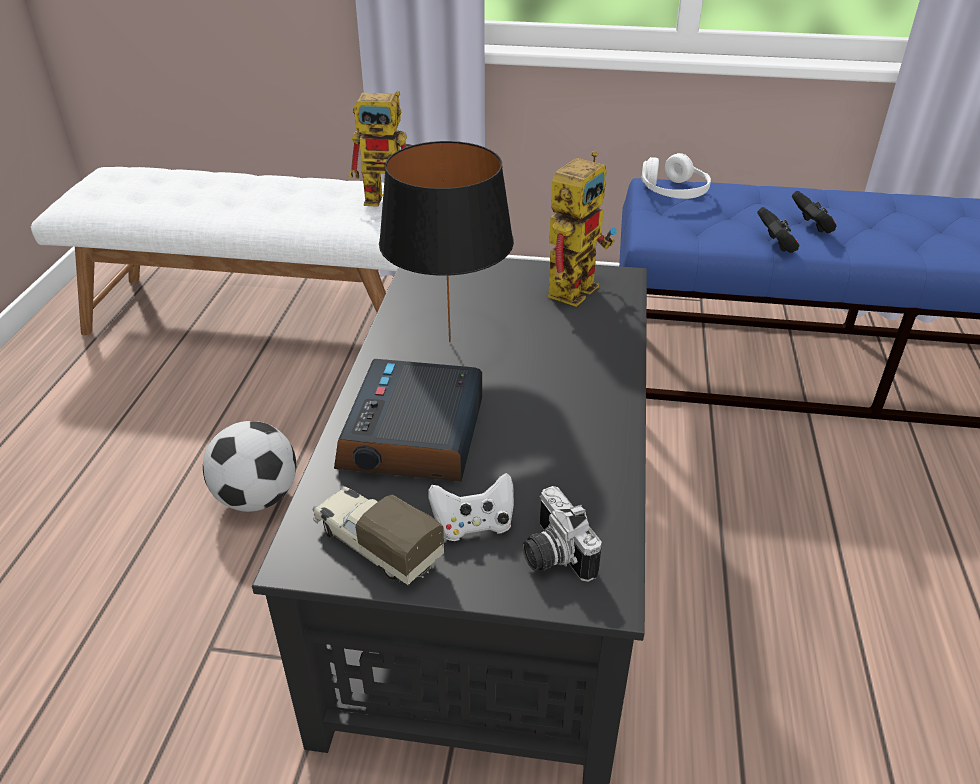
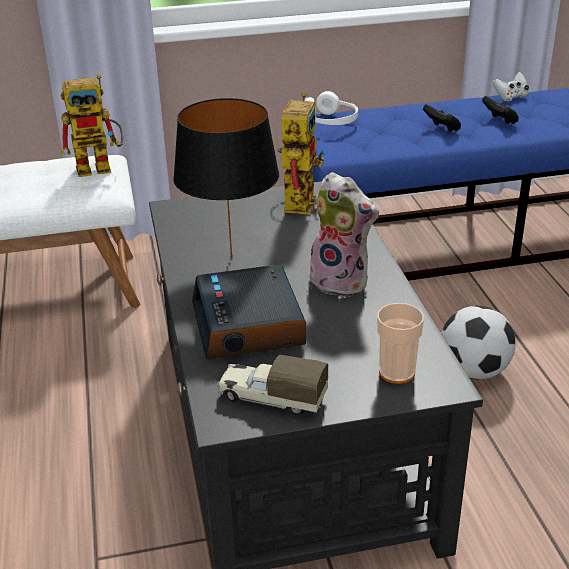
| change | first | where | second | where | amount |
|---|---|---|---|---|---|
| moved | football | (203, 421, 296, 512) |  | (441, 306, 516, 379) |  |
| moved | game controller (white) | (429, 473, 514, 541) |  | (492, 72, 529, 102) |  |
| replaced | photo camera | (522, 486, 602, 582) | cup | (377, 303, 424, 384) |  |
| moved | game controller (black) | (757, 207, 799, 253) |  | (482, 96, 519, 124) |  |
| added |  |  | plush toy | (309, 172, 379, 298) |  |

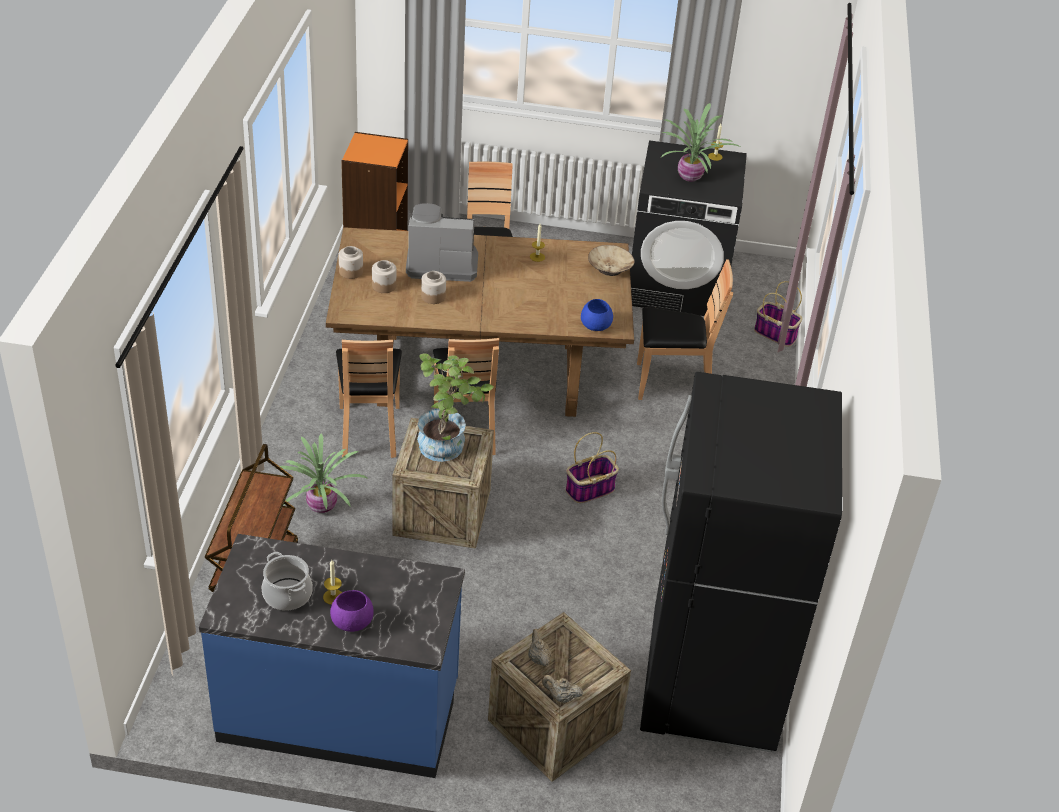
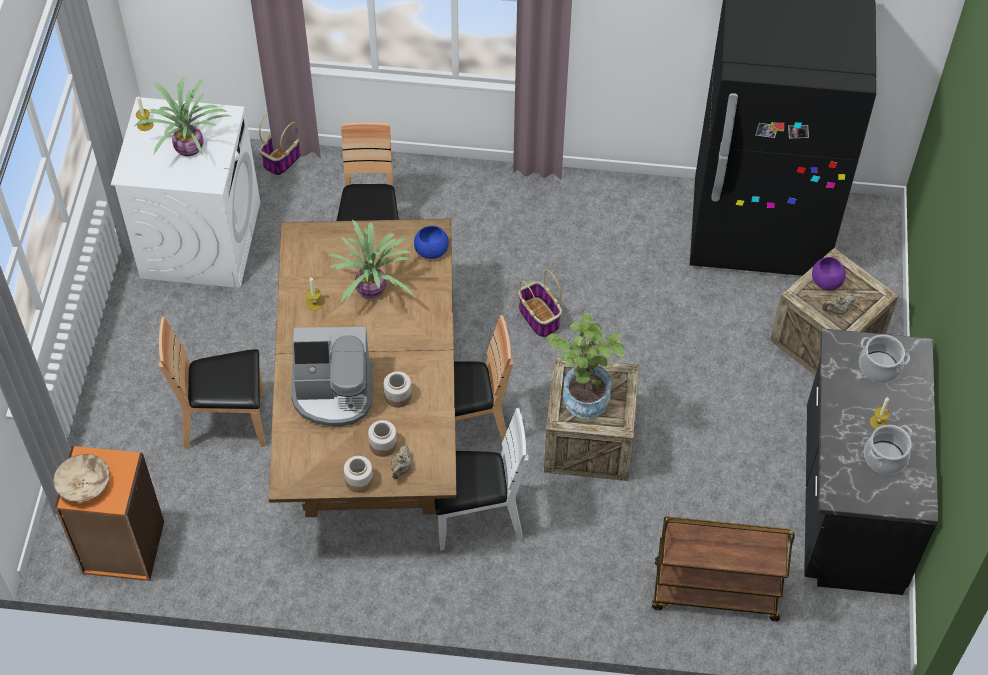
| change | first | where | second | where | amount |
|---|---|---|---|---|---|
| recoloured | counter (blue) | (199, 534, 465, 778) | counter (black) | (804, 328, 939, 595) |  |
| moved | potted plant | (280, 434, 368, 513) |  | (327, 219, 414, 302) |  |
| moved | bowl (purple) | (330, 590, 374, 632) |  | (812, 257, 846, 290) |  |
| recoloured | chair (brown) | (336, 340, 402, 458) | chair (white) | (434, 408, 528, 550) |  |
| turned | coffee machine | (406, 203, 478, 282) |  | (291, 327, 373, 427) | 90 degrees counterclockwise |
| moved | teapot (beige) | (542, 675, 583, 703) |  | (391, 445, 412, 479) |  |
| moved | bowl (beige) | (588, 245, 634, 276) |  | (53, 454, 110, 502) |  |
| recoloured | washing machine (black) | (630, 140, 747, 316) | washing machine (white) | (111, 97, 260, 288) |  |
| added |  |  | cooking pot | (859, 335, 910, 383) |  |

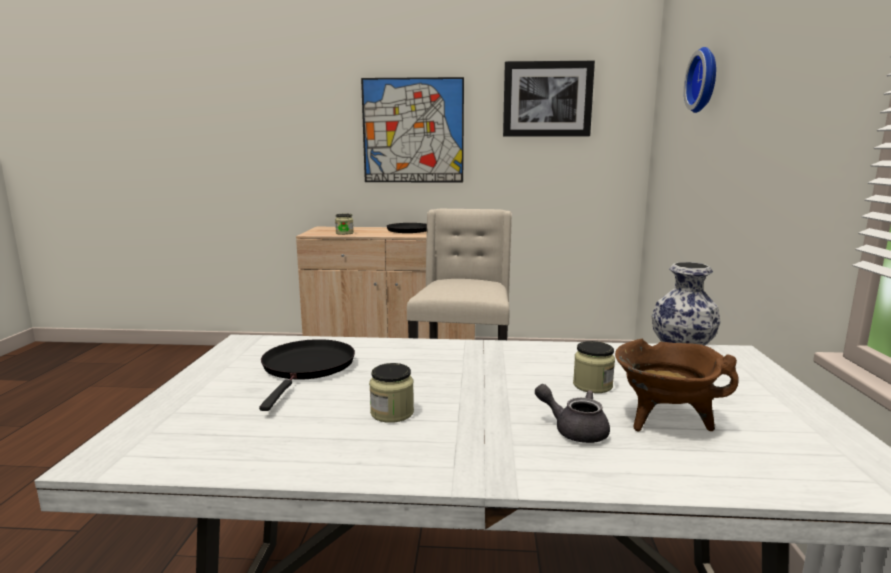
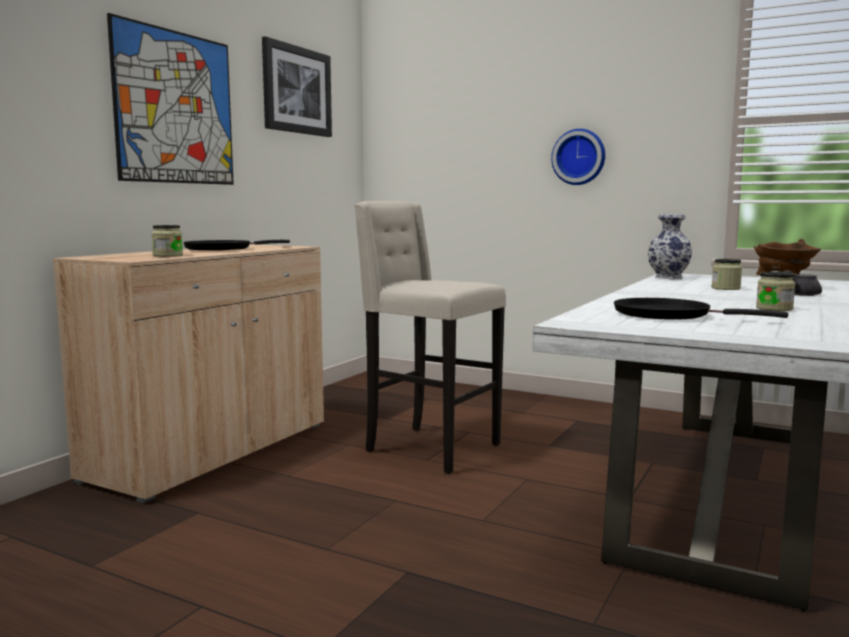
| change | first | where | second | where | amount |
|---|---|---|---|---|---|
| moved | wall clock | (684, 47, 716, 113) |  | (551, 129, 605, 185) |  |

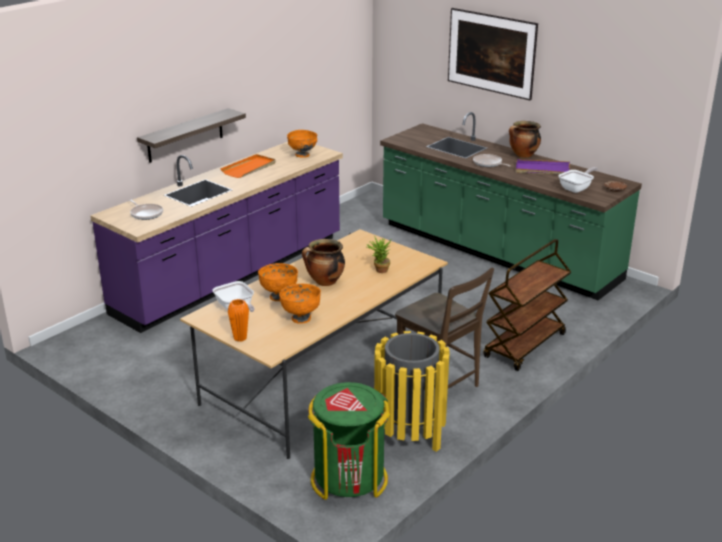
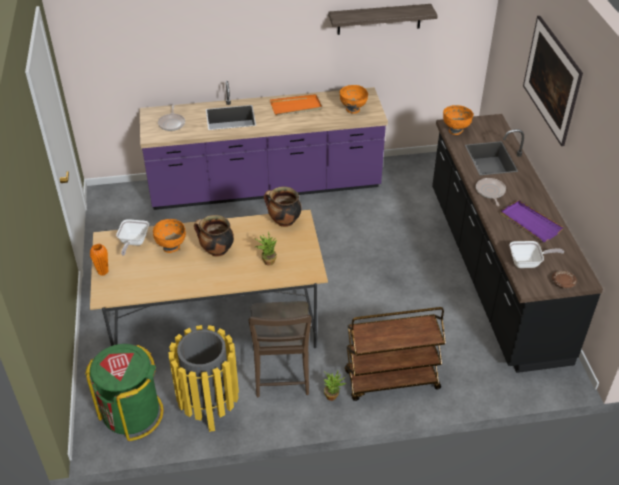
| change | first | where | second | where | amount |
|---|---|---|---|---|---|
| moved | shelf | (137, 108, 246, 163) |  | (328, 4, 438, 35) |  |
| moved | bowl (orange) | (279, 284, 321, 324) |  | (443, 105, 473, 135) |  |
| recoloured | counter (green) | (380, 112, 642, 300) | counter (black) | (432, 114, 603, 373) |  |
| moved | cooking pot | (509, 121, 541, 158) |  | (264, 187, 301, 227) |  |
| added |  |  | potted plant | (324, 371, 346, 401) |  |

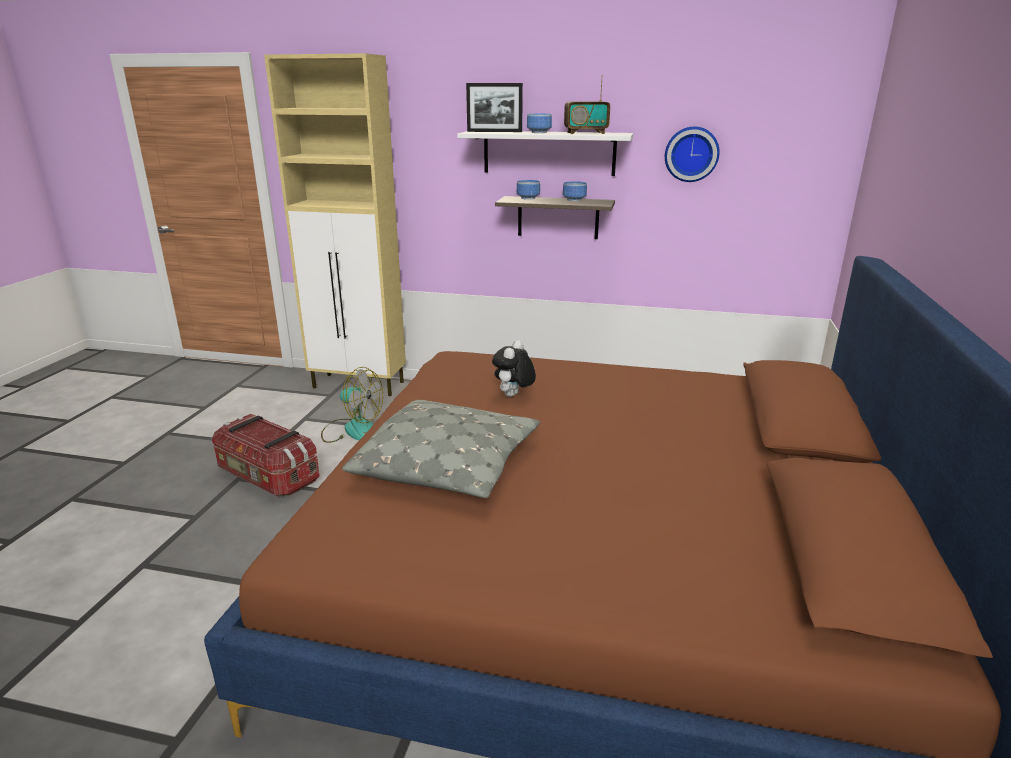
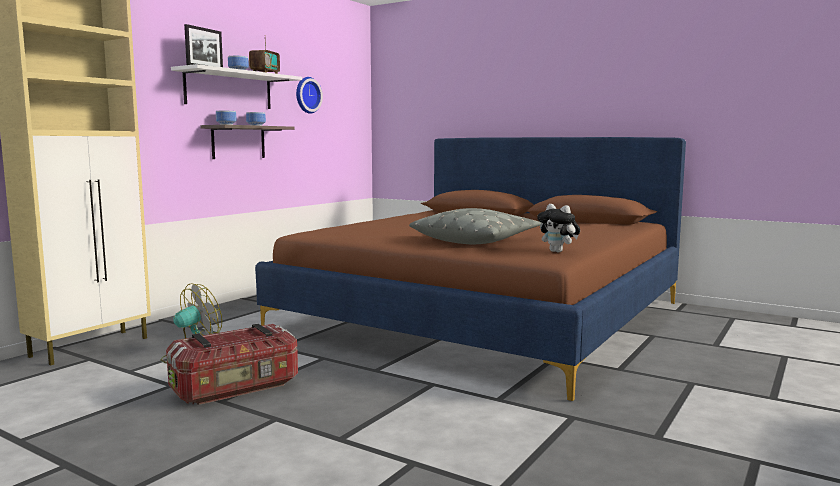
| change | first | where | second | where | amount |
|---|---|---|---|---|---|
| moved | plush toy | (492, 340, 536, 397) |  | (537, 204, 580, 252) |  |

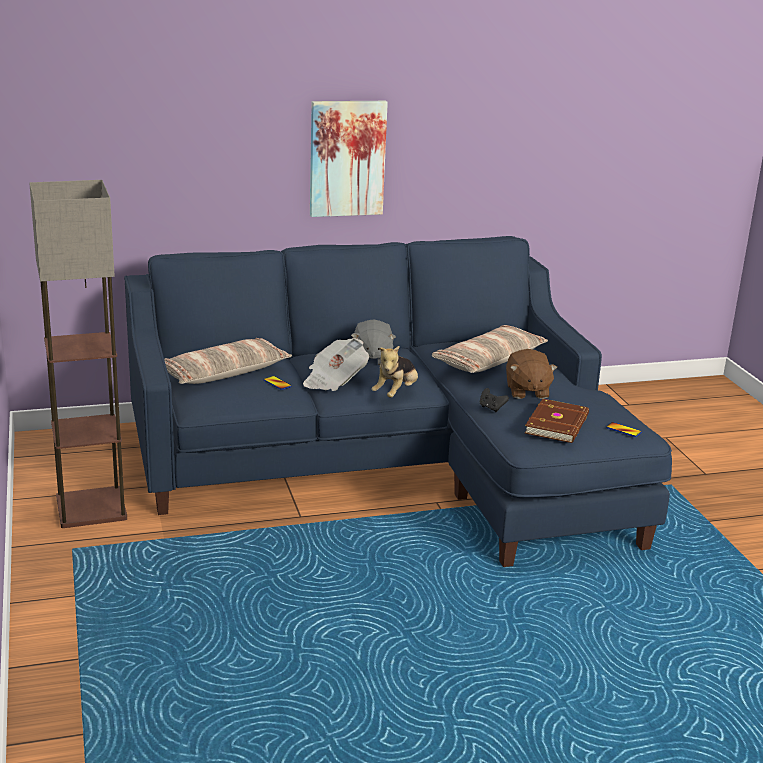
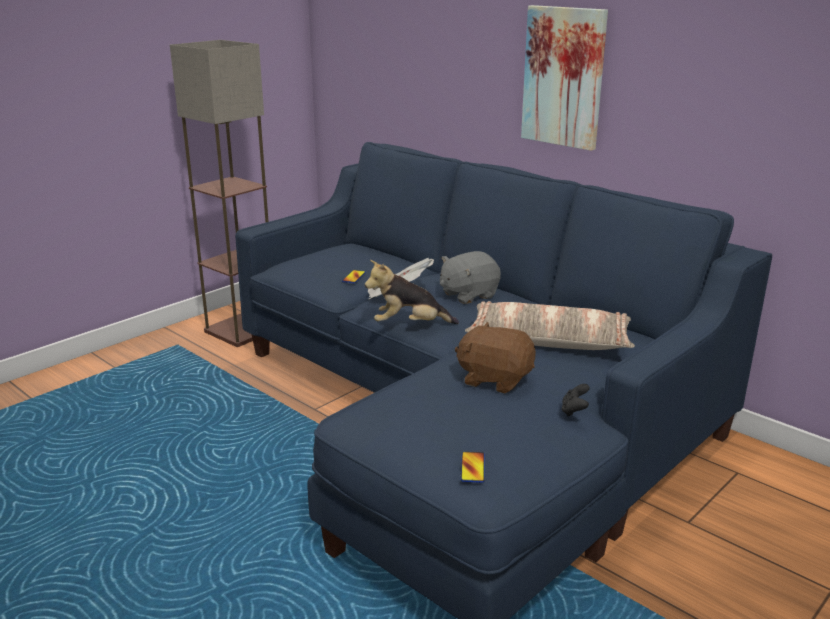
| change | first | where | second | where | amount |
|---|---|---|---|---|---|
| removed | pillow | (164, 338, 292, 384) |  |  |  |
| moved | game controller (black) | (480, 388, 509, 412) |  | (561, 384, 590, 416) |  |
| turned | plush toy (brown) | (506, 349, 558, 399) |  | (455, 322, 536, 394) | 60 degrees clockwise |
| removed | book (brown) | (525, 399, 589, 443) |  |  |  |

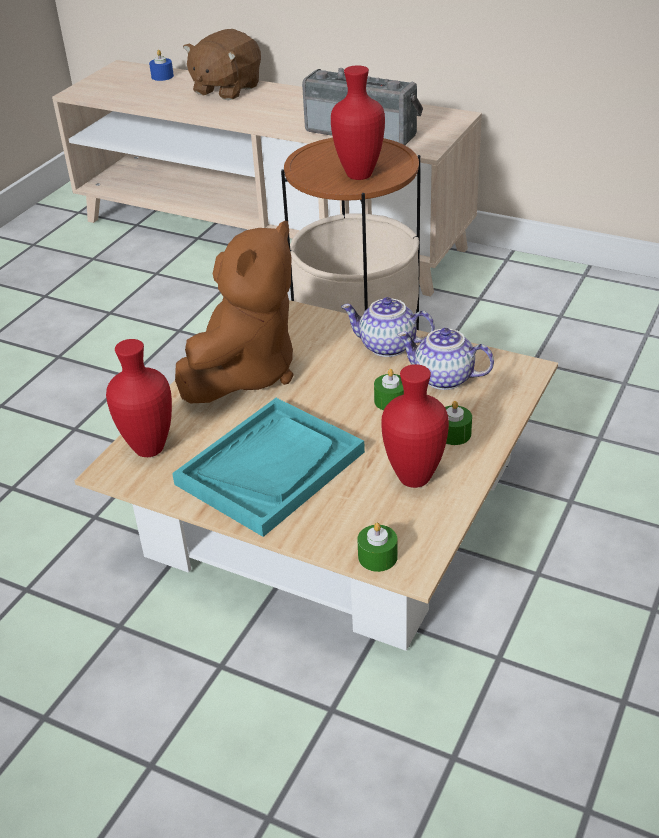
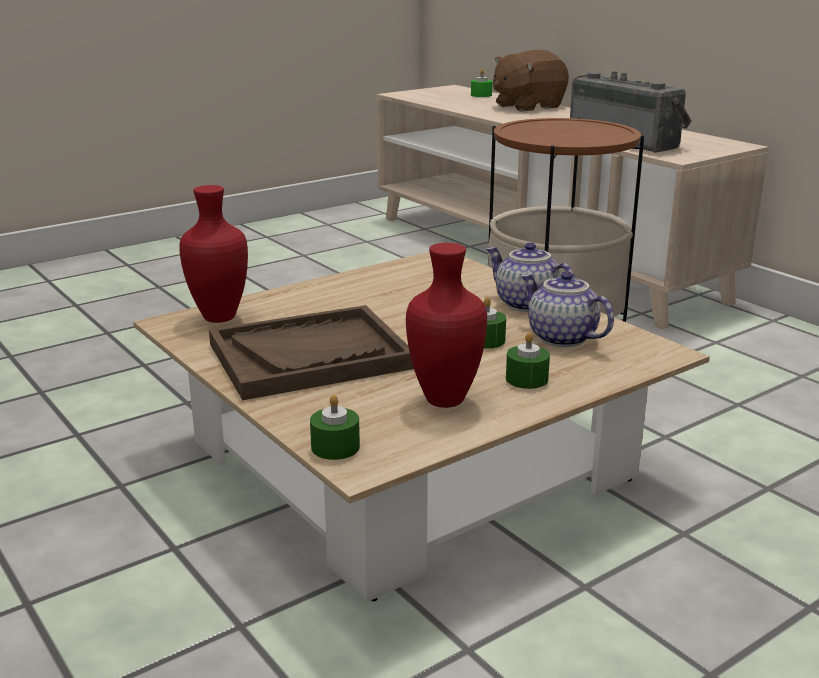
| change | first | where | second | where | amount |
|---|---|---|---|---|---|
| recoloured | candle (blue) | (149, 50, 174, 81) | candle (green) | (471, 69, 493, 97) |  |
| recoloured | tray (turquoise) | (172, 398, 365, 537) | tray (brown) | (209, 305, 414, 400) |  |
| removed | plush toy (brown) | (175, 221, 294, 403) |  |  |  |
| removed | vase (red) | (331, 65, 385, 180) |  |  |  |

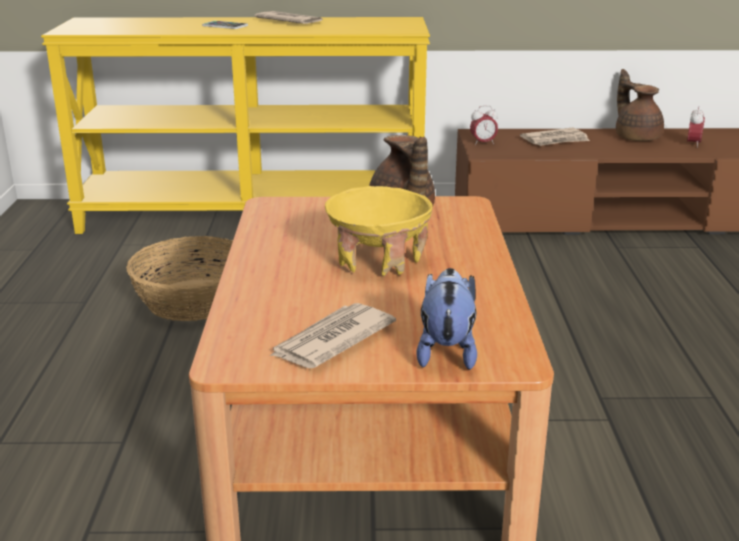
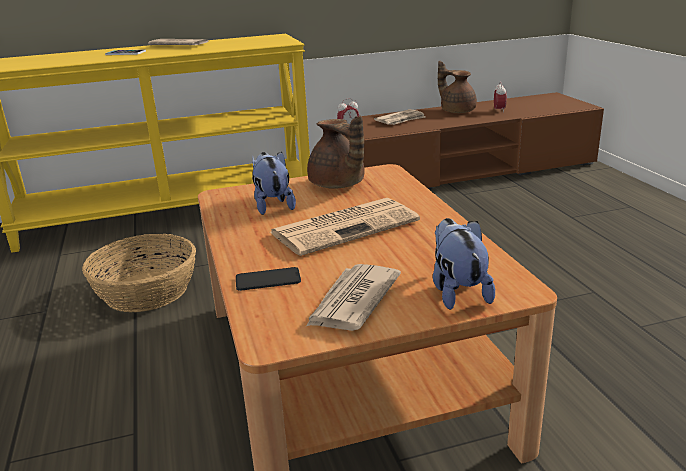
| change | first | where | second | where | amount |
|---|---|---|---|---|---|
| replaced | bowl (yellow) | (325, 186, 433, 276) | newspaper | (270, 198, 420, 256) |  |
| added |  |  | phone | (236, 267, 301, 291) |  |
| added |  |  | plush toy | (252, 151, 296, 215) |  |

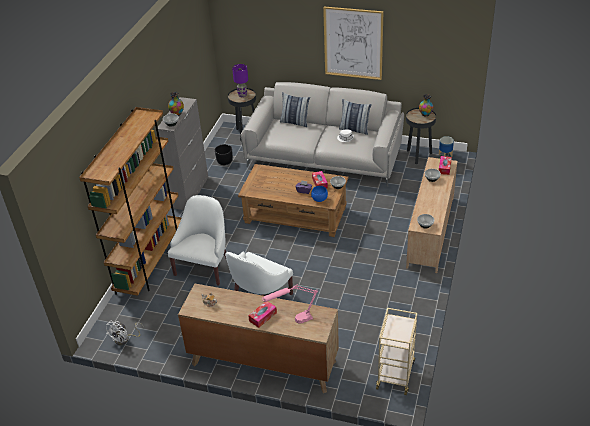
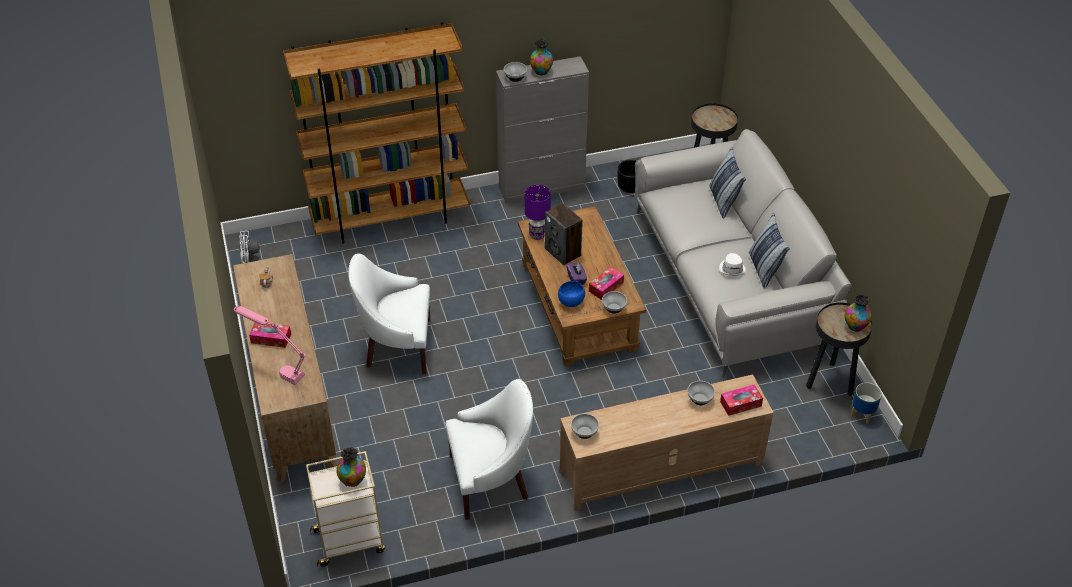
| change | first | where | second | where | amount |
|---|---|---|---|---|---|
| moved | armchair (white) | (168, 195, 226, 286) |  | (445, 379, 533, 520) |  |
| moved | table lamp (purple) | (232, 64, 248, 97) |  | (524, 185, 551, 240) |  |
| removed | picture | (323, 7, 383, 80) |  |  |  |
| added |  |  | vase | (336, 447, 366, 487) |  |
| added |  |  | speaker | (545, 203, 583, 265) |  |

